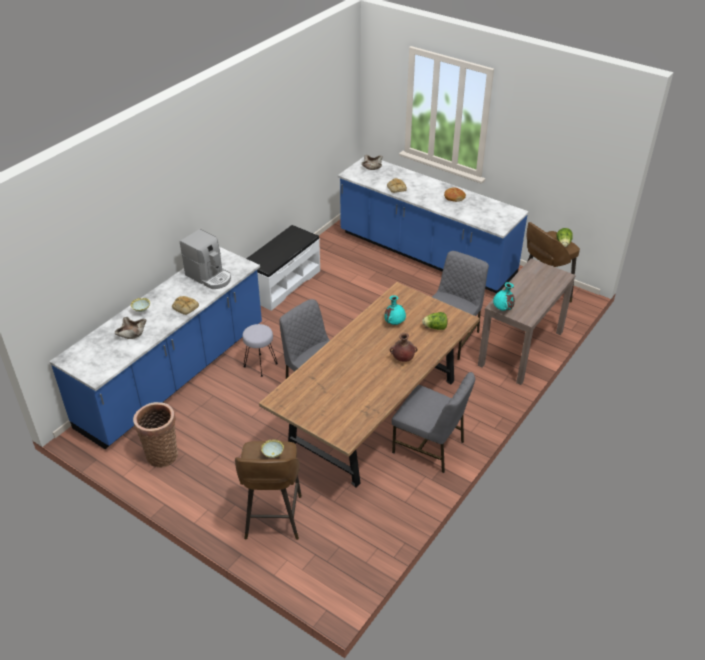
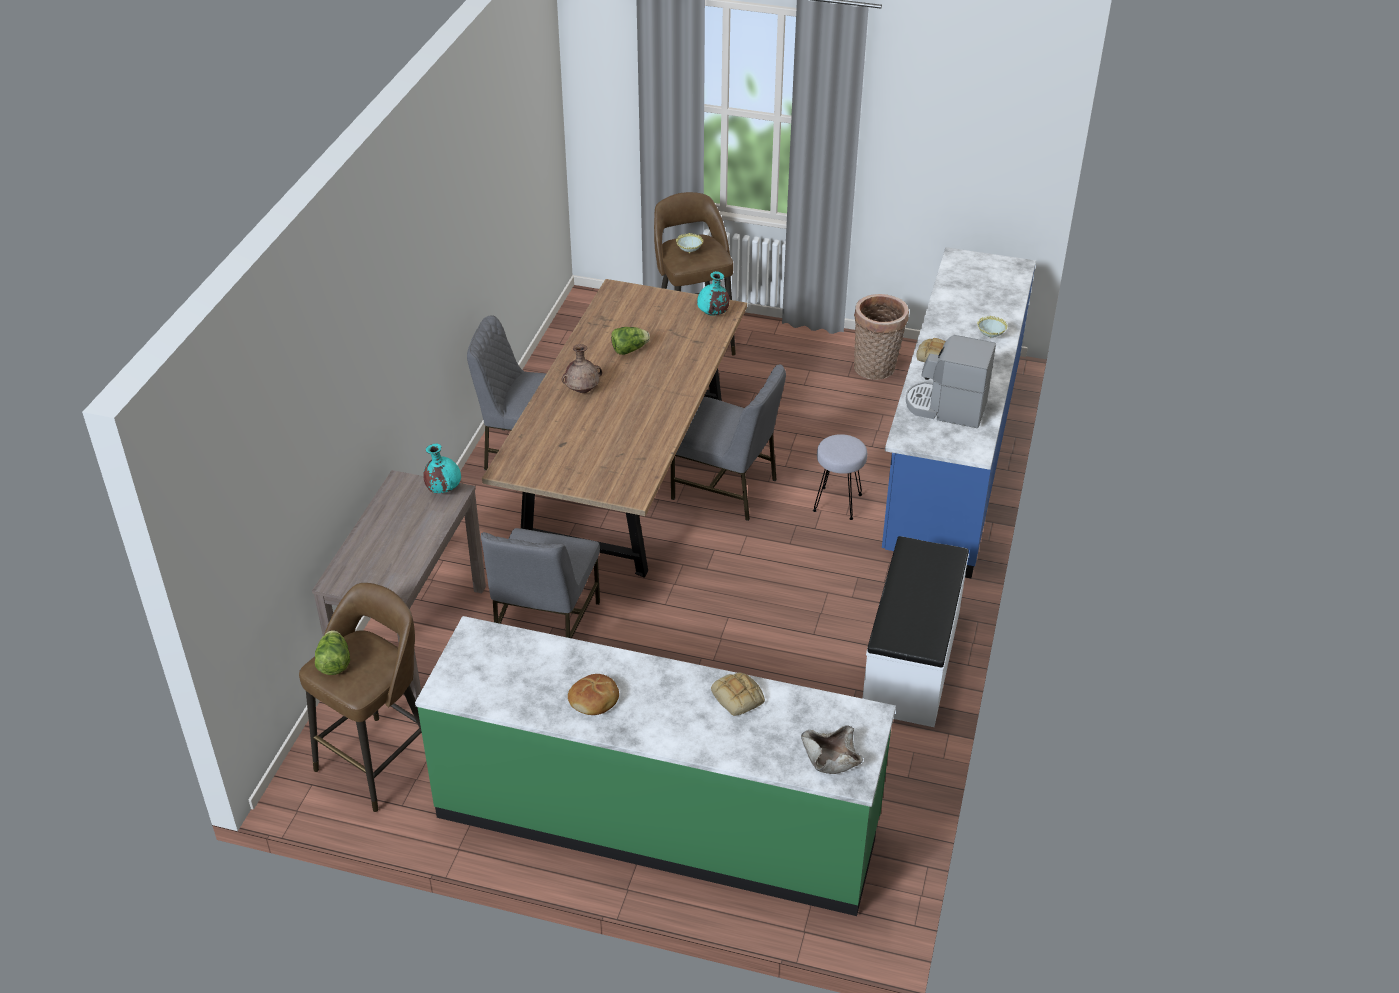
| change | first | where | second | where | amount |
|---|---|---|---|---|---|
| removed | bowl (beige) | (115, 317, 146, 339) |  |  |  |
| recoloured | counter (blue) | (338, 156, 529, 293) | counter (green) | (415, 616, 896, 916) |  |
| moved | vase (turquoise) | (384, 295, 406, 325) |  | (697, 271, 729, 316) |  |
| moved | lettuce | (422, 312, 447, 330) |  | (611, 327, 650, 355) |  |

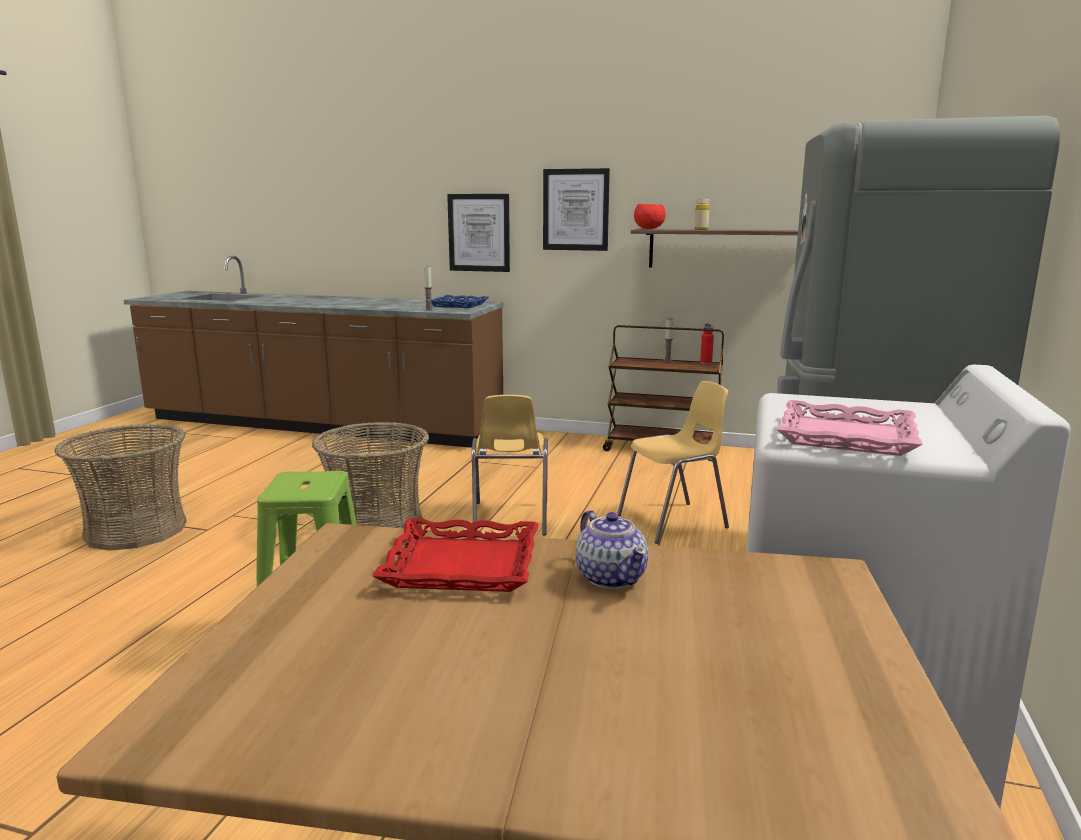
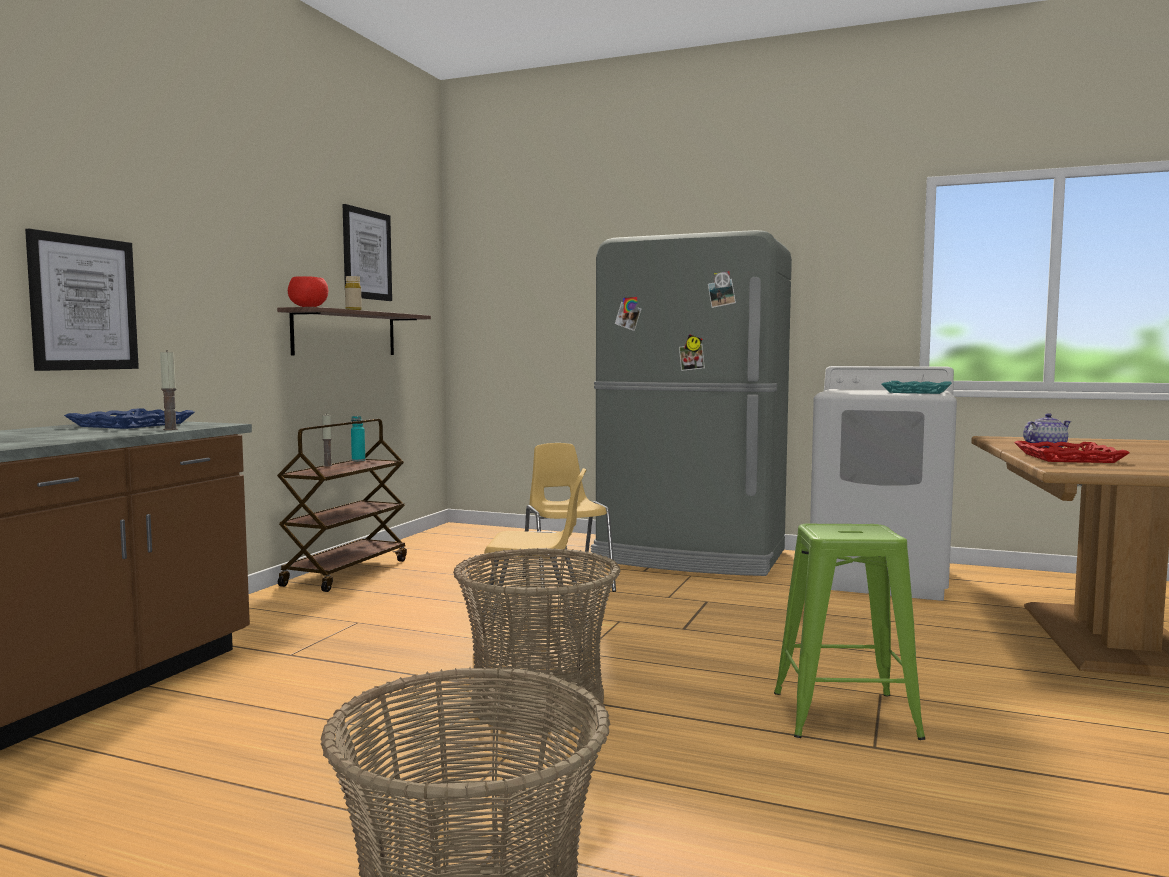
| change | first | where | second | where | amount |
|---|---|---|---|---|---|
| moved | picture | (543, 168, 610, 251) |  | (343, 204, 392, 301) |  |
| recoloured | bottle (red) | (700, 324, 714, 364) | bottle (turquoise) | (351, 416, 365, 461) |  |
| recoloured | tray (pink) | (777, 400, 923, 456) | tray (turquoise) | (882, 381, 952, 394) |  |

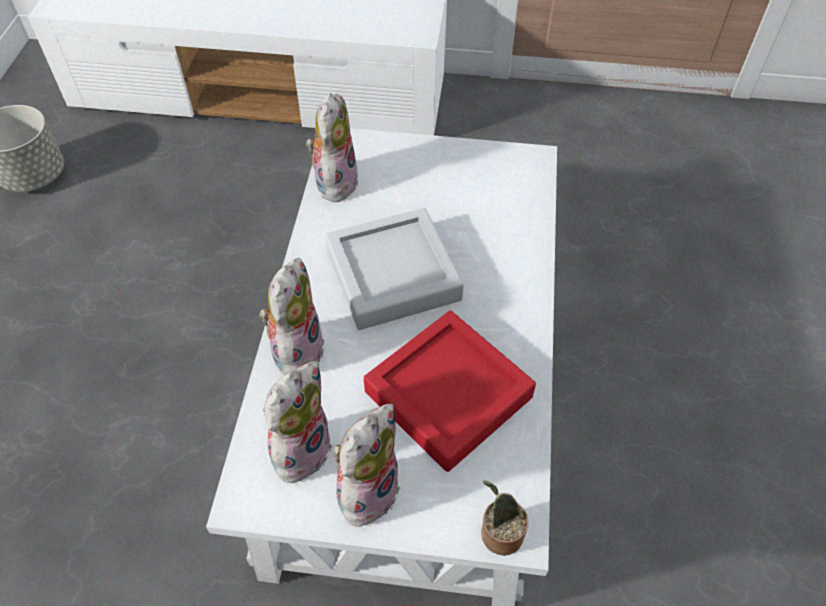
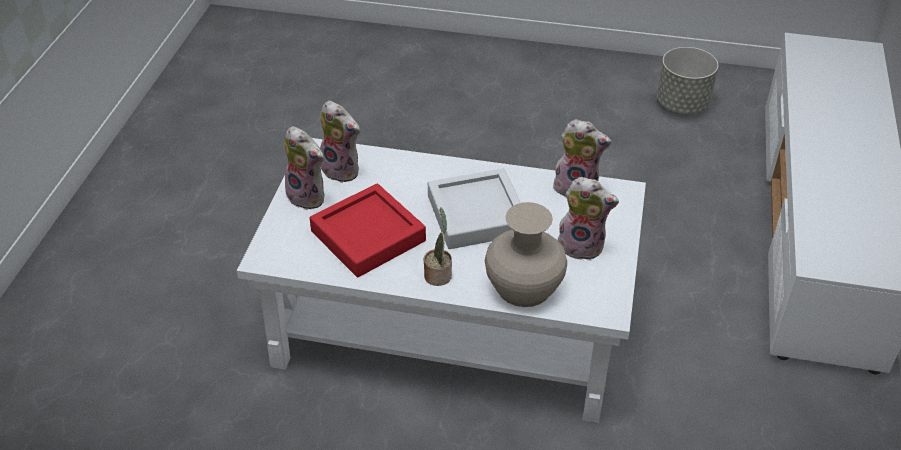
| change | first | where | second | where | amount |
|---|---|---|---|---|---|
| moved | plush toy | (260, 258, 324, 375) |  | (558, 177, 619, 261) |  |
| moved | potted plant | (481, 480, 529, 556) |  | (424, 207, 452, 286) |  |
| added |  |  | vase (beige) | (485, 202, 567, 307) |  |

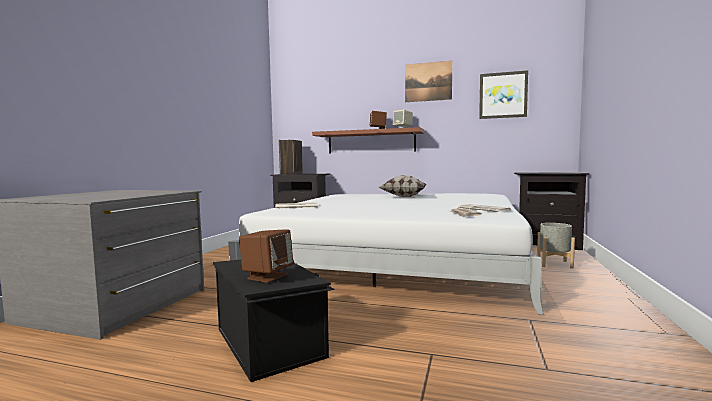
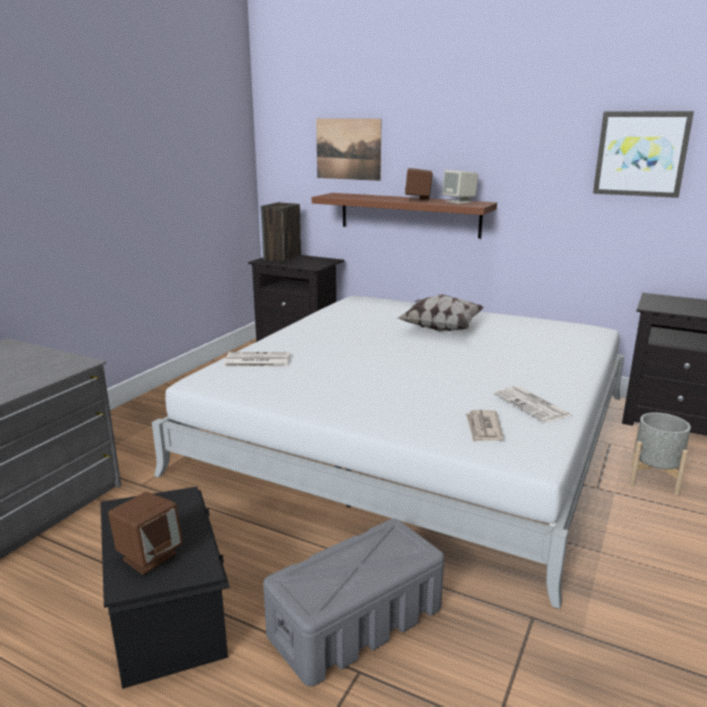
| change | first | where | second | where | amount |
|---|---|---|---|---|---|
| moved | picture | (405, 60, 452, 102) |  | (316, 118, 382, 181) |  |
| added |  |  | storage box (grey) | (263, 519, 444, 686) |  |

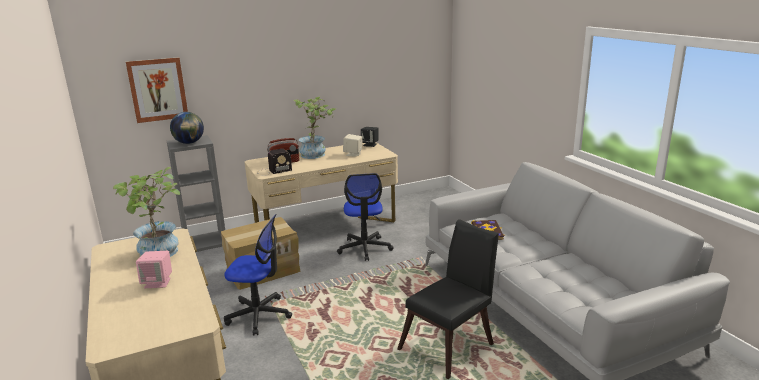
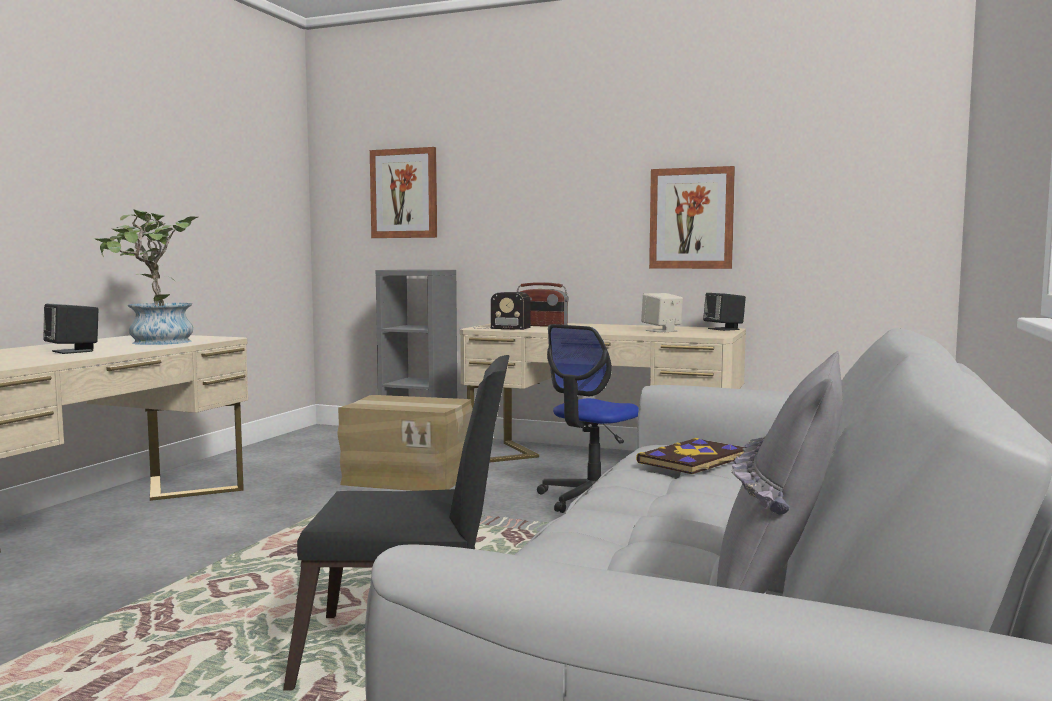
| change | first | where | second | where | amount |
|---|---|---|---|---|---|
| recoloured | speaker (pink) | (136, 251, 172, 288) | speaker (black) | (43, 304, 98, 354) |  |
| removed | globe | (170, 112, 204, 144) |  |  |  |
| removed | office chair | (224, 214, 292, 336) |  |  |  |
| removed | potted plant | (293, 97, 336, 159) |  |  |  |
| added |  |  | picture | (649, 166, 735, 269) |  |
| added |  |  | pillow (grey) | (717, 351, 843, 593) |  |

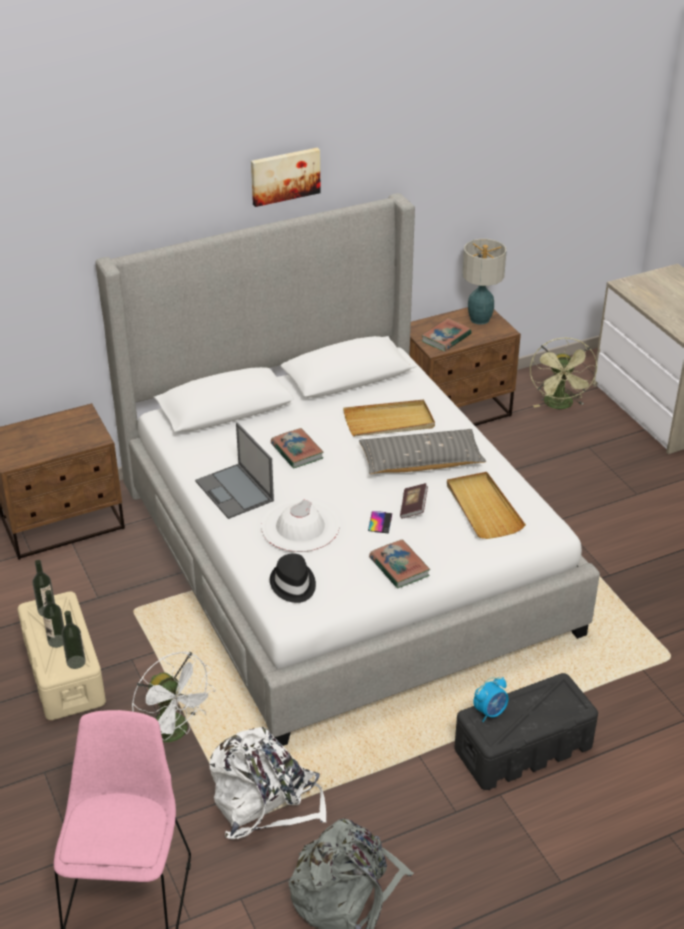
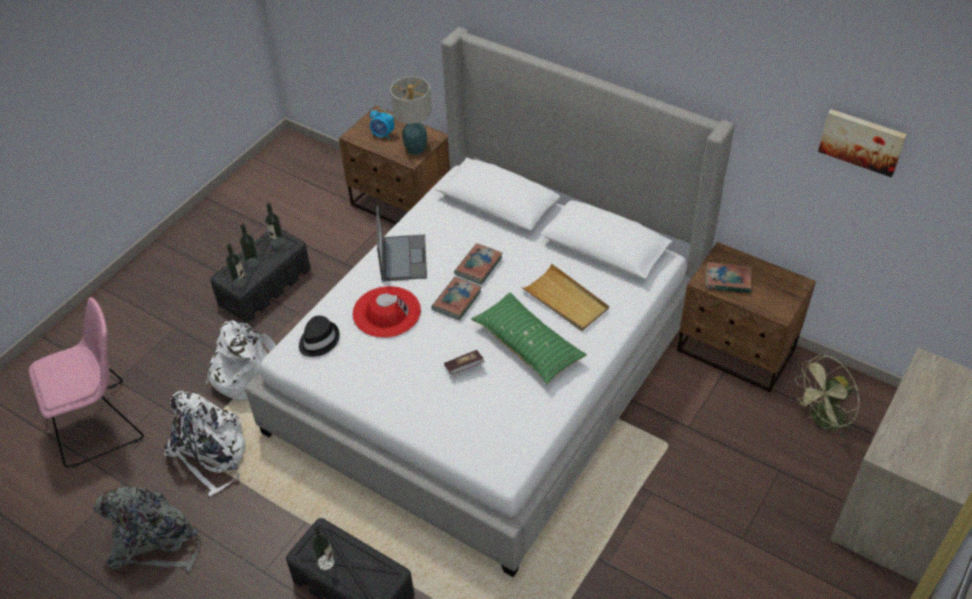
| change | first | where | second | where | amount |
|---|---|---|---|---|---|
| recoloured | storage box (beige) | (17, 591, 106, 720) | storage box (black) | (210, 230, 311, 322) |  |
| replaced | fan (white) | (132, 651, 216, 742) | backpack (white) | (205, 320, 276, 400) |  |
| turned | laptop | (195, 423, 274, 519) |  | (377, 205, 427, 281) | 150 degrees clockwise |
| moved | picture | (251, 148, 321, 207) |  | (818, 109, 907, 177) |  |
| recoloured | hat (white) | (261, 500, 340, 552) | hat (red) | (353, 286, 421, 338) |  |
| recoloured | pillow (grey) | (359, 429, 486, 474) | pillow (green) | (471, 292, 587, 384) |  |
| removed | phone | (368, 511, 392, 533) |  |  |  |
| moved | book | (369, 539, 430, 589) |  | (431, 277, 482, 320) |  |
| removed | tray (beige) | (447, 472, 526, 539) |  |  |  |
| moved | table lamp | (462, 239, 506, 325) |  | (390, 76, 432, 155) |  |
| moved | alarm clock | (473, 677, 509, 722) |  | (370, 108, 394, 139) |  |
| added |  |  | bottle | (311, 527, 335, 570) |  |

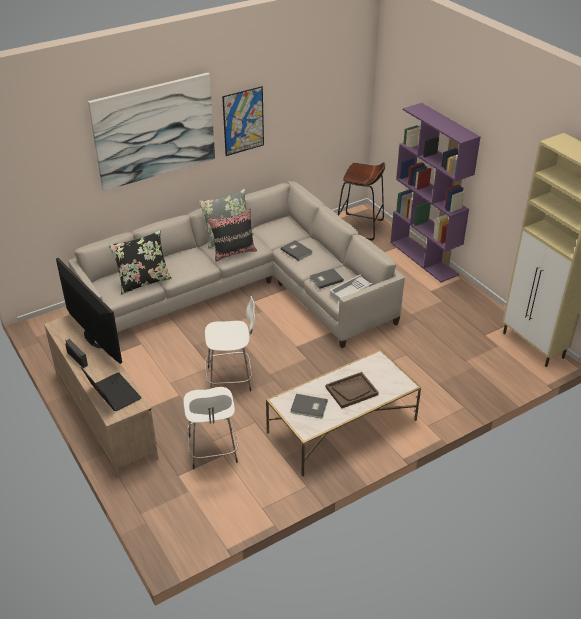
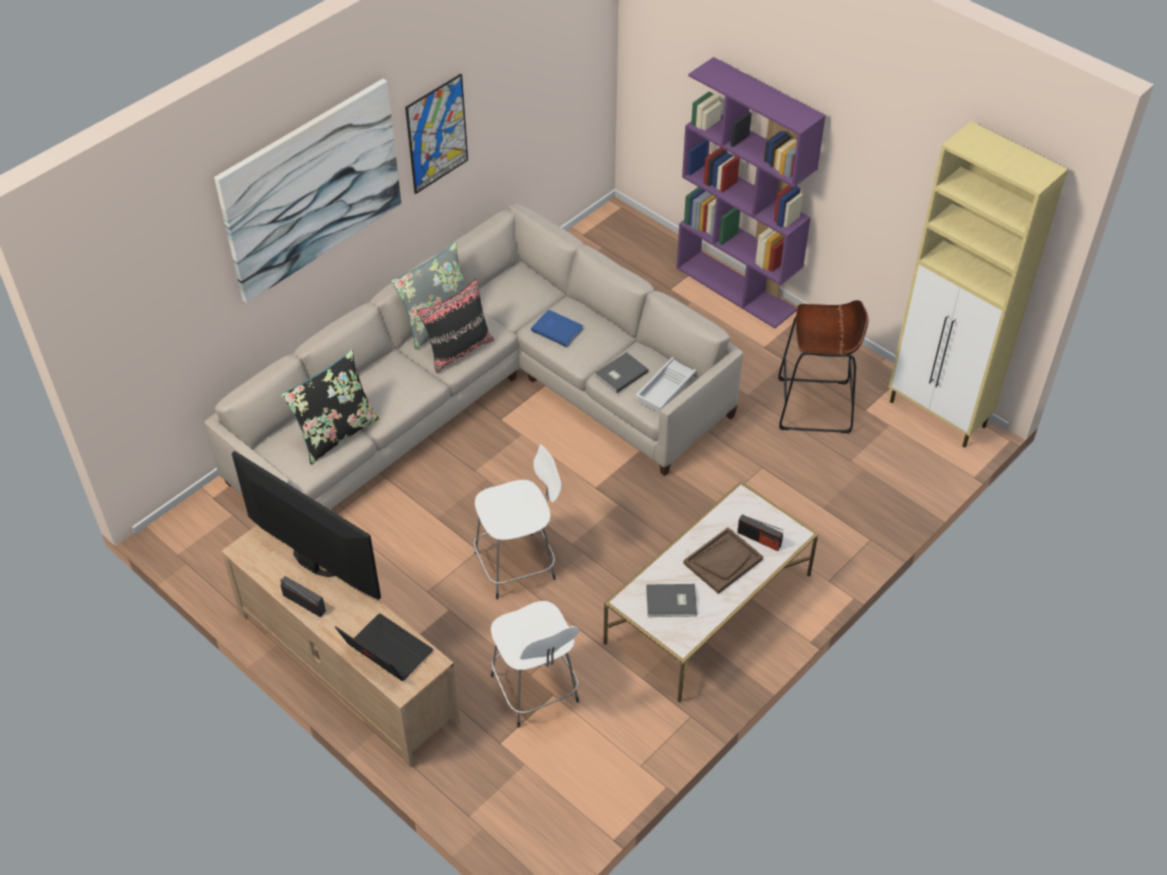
| change | first | where | second | where | amount |
|---|---|---|---|---|---|
| recoloured | book (grey) | (281, 240, 313, 261) | book (blue) | (531, 309, 584, 347) |  |
| moved | stool (brown) | (338, 162, 385, 241) |  | (778, 300, 868, 433) |  |
| added |  |  | radio | (737, 515, 783, 551) |  |

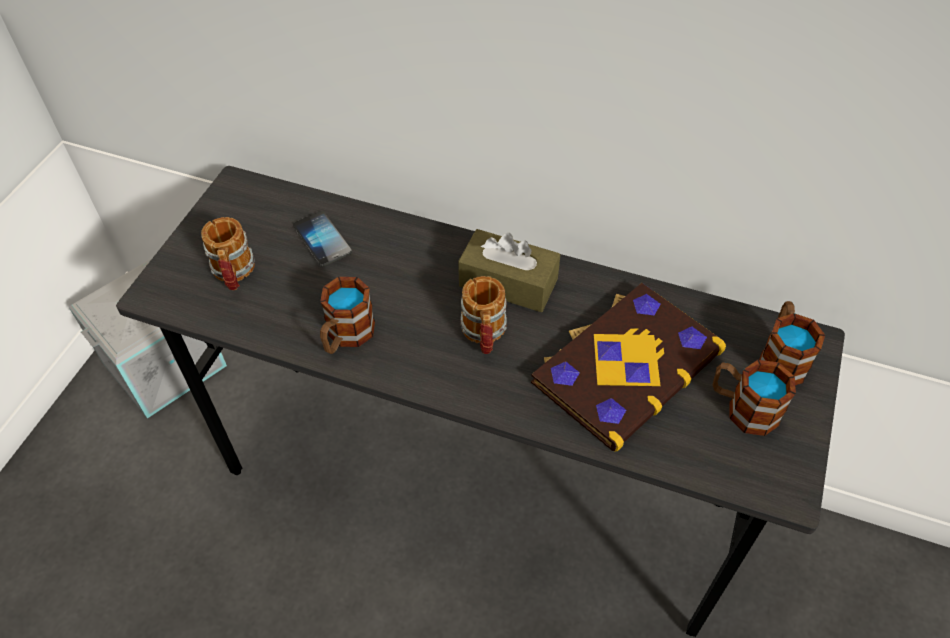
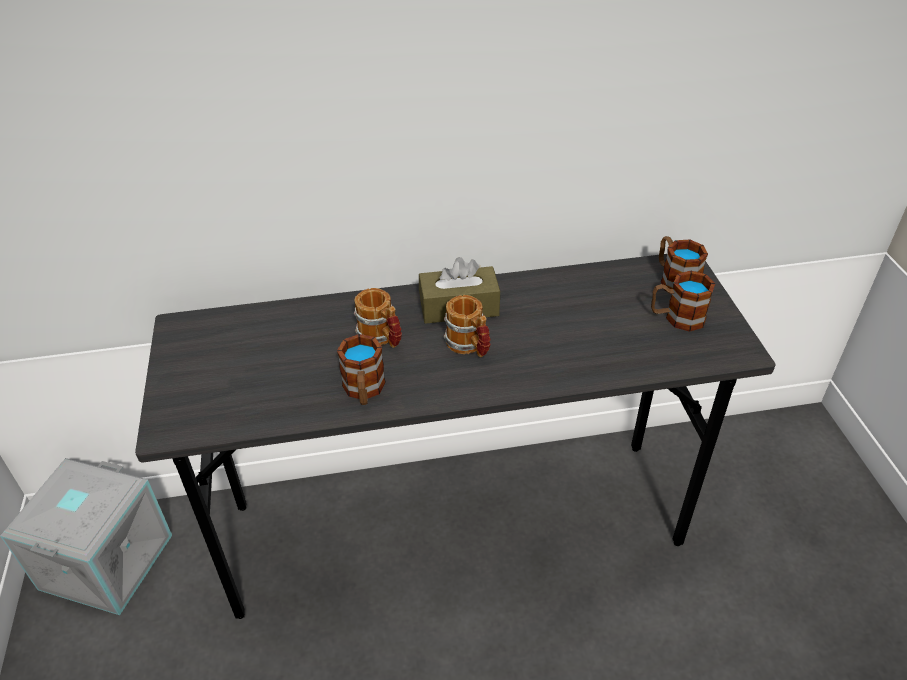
| change | first | where | second | where | amount |
|---|---|---|---|---|---|
| moved | mug | (201, 217, 255, 290) |  | (354, 288, 402, 348) |  |
| removed | phone | (293, 211, 352, 267) |  |  |  |
| removed | book | (531, 283, 726, 451) |  |  |  |

